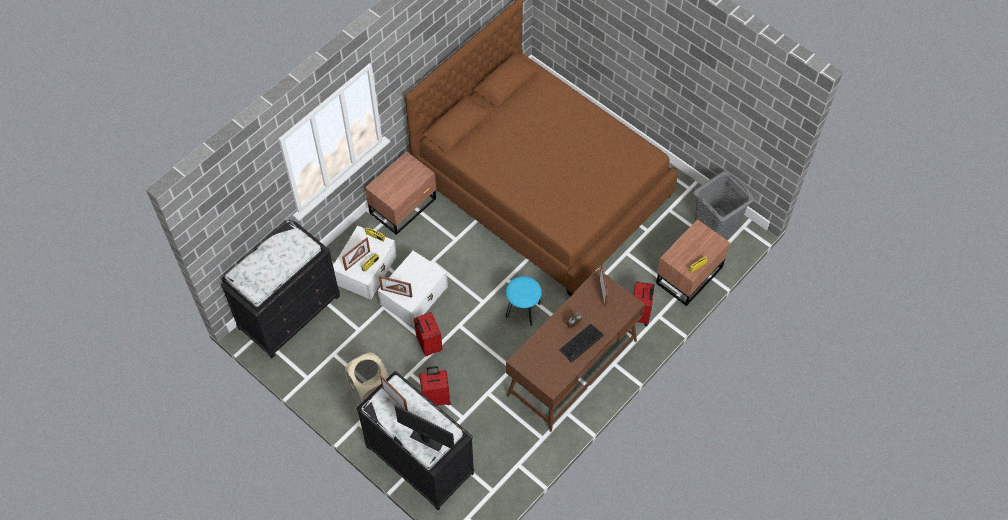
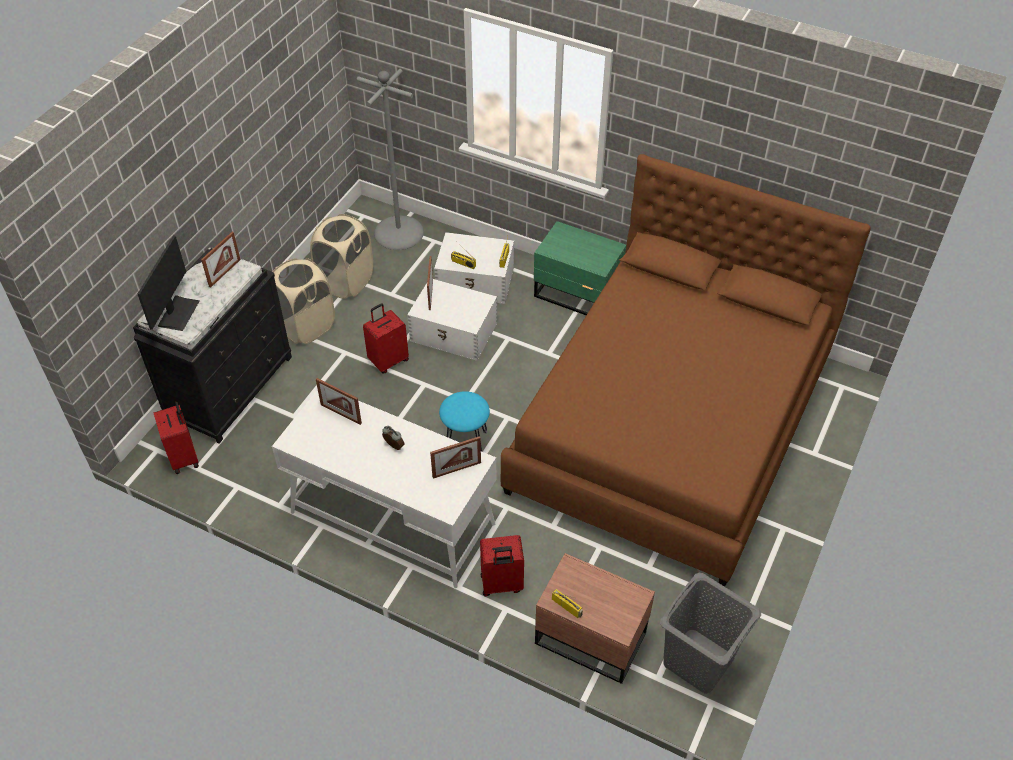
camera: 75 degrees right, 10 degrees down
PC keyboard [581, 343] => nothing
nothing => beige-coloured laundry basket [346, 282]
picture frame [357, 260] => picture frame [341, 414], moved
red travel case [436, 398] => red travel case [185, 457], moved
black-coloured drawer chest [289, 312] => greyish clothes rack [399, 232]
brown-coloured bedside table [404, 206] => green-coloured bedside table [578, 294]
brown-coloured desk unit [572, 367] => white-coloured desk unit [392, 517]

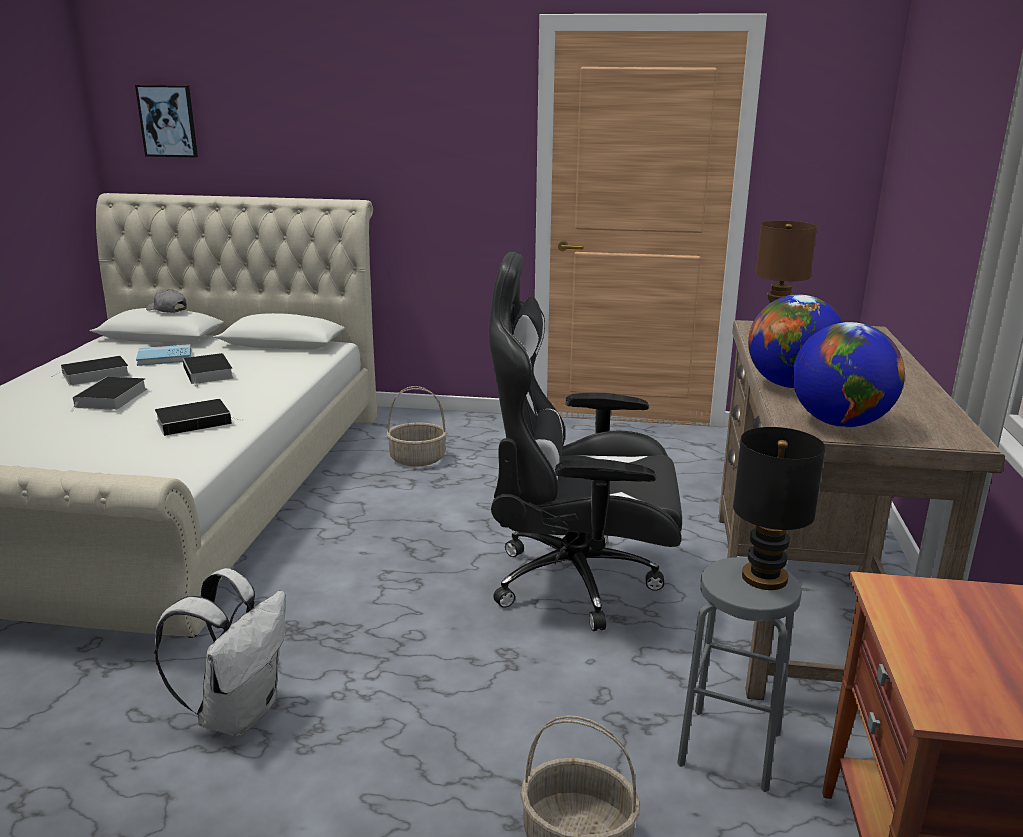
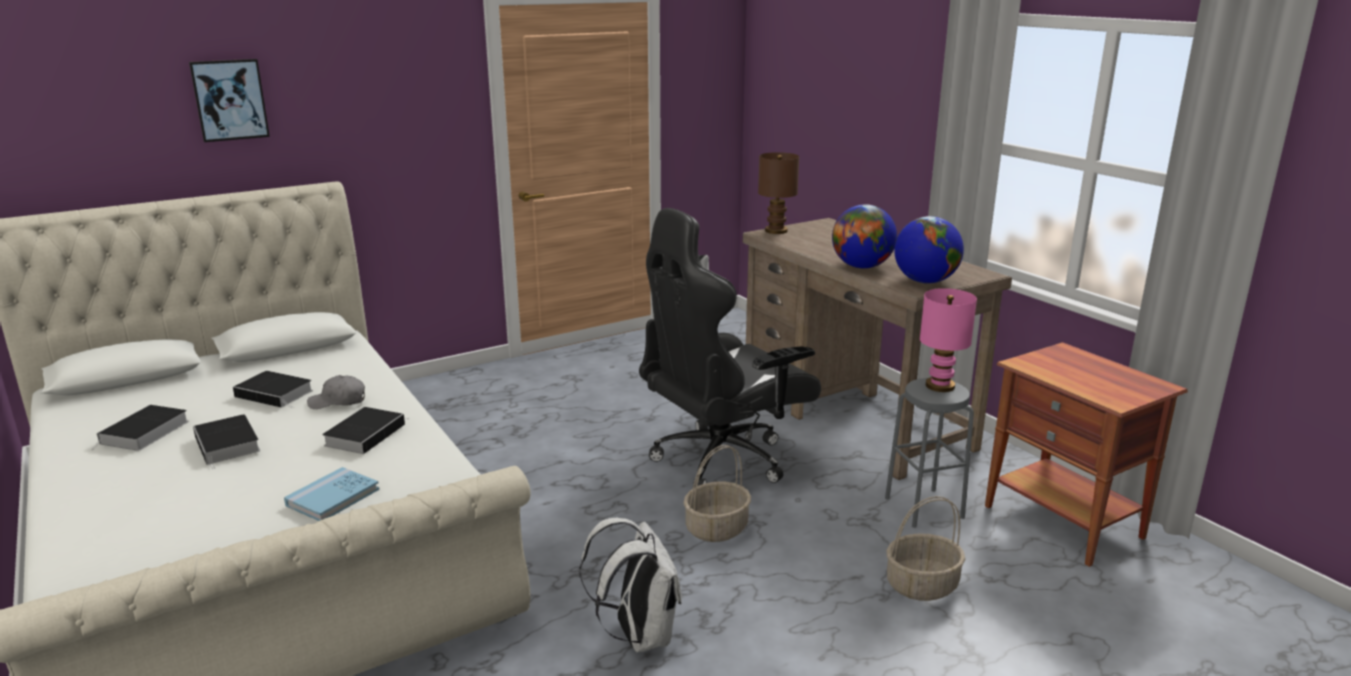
camera: 40 degrees left, 0 degrees up
wall picture [168, 121] => wall picture [230, 100], moved
bluish bound book [164, 358] => bluish bound book [333, 497], moved
greyish peaked cap [167, 310] => greyish peaked cap [338, 401], moved
household basket [418, 459] => household basket [717, 528], moved
black-coloured tabletop lamp [763, 577] => pinkish tabletop lamp [939, 386]

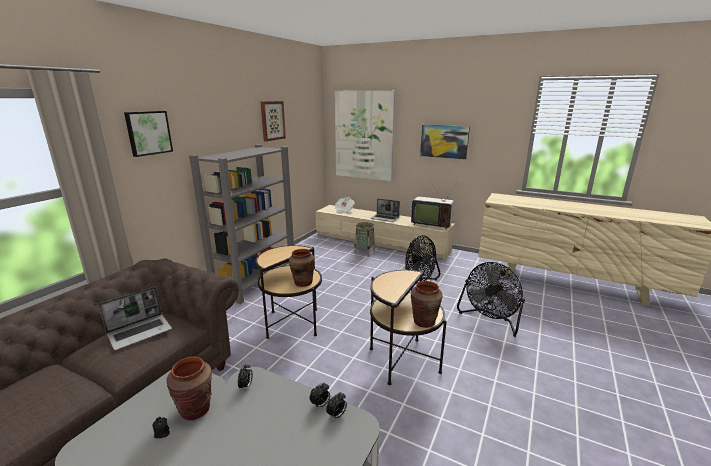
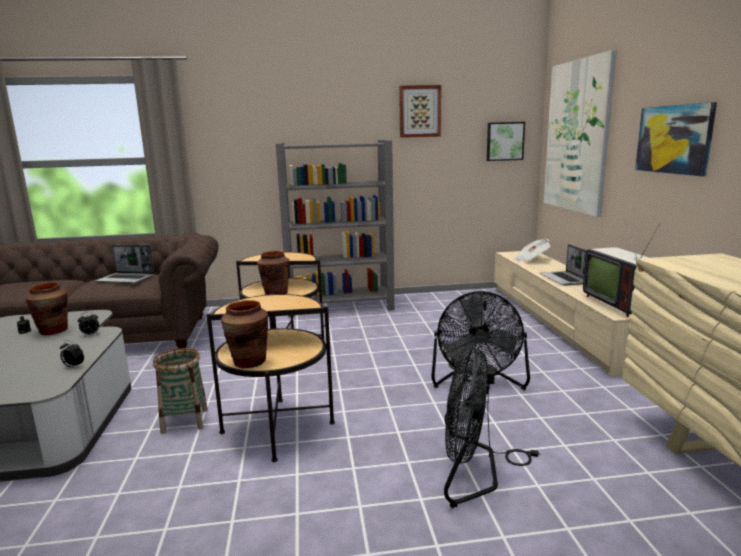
camera: 55 degrees right, 5 degrees down
table clock [337, 415] => nothing
wall picture [148, 133] => wall picture [504, 141], moved
household basket [364, 252] => household basket [185, 421], moved

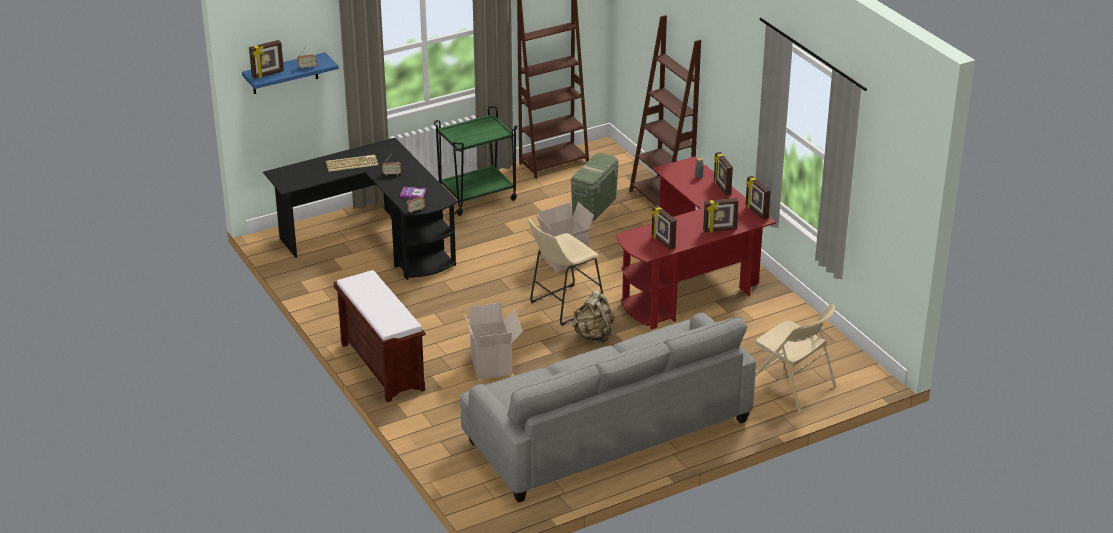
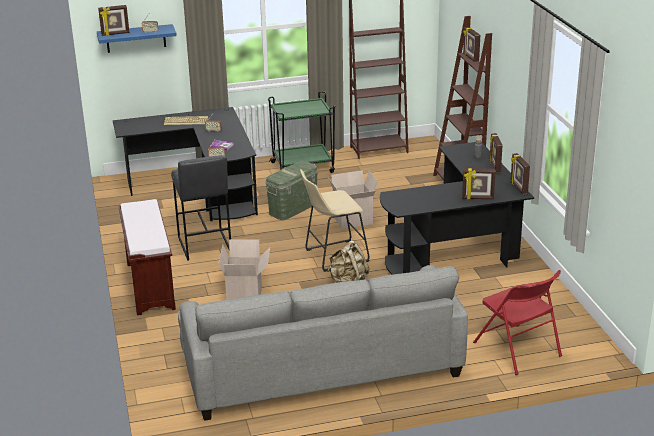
camera: 15 degrees right, 5 degrees down
nothing => greyish stool seat [204, 245]
green-coloured storage box [594, 206] => green-coloured storage box [293, 208], moved
picture frame [662, 242] => picture frame [470, 58], moved
red desk unit [693, 280] => black-coloured desk unit [459, 249]
beige-coloured plain chair [791, 385] => red plain chair [516, 349]

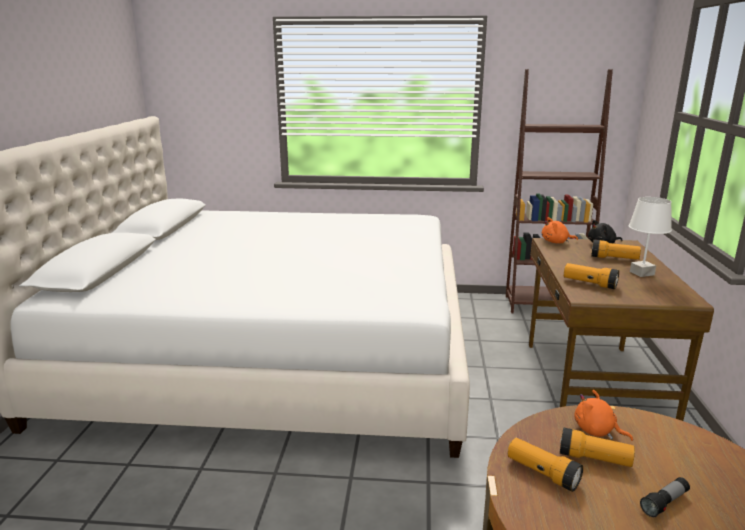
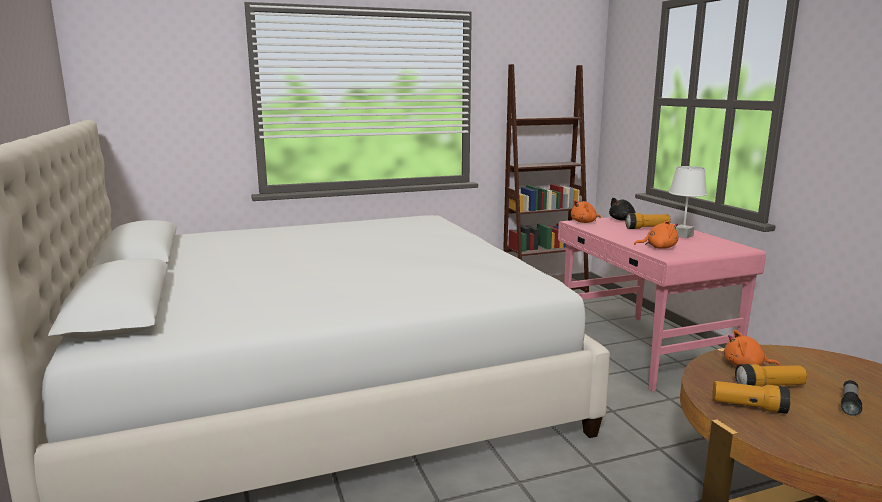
camera: 25 degrees left, 5 degrees down
flashlight [589, 284] => orange-coloured plush toy [658, 247]
brown-coloured desk unit [592, 384] => pinkish desk unit [643, 350]

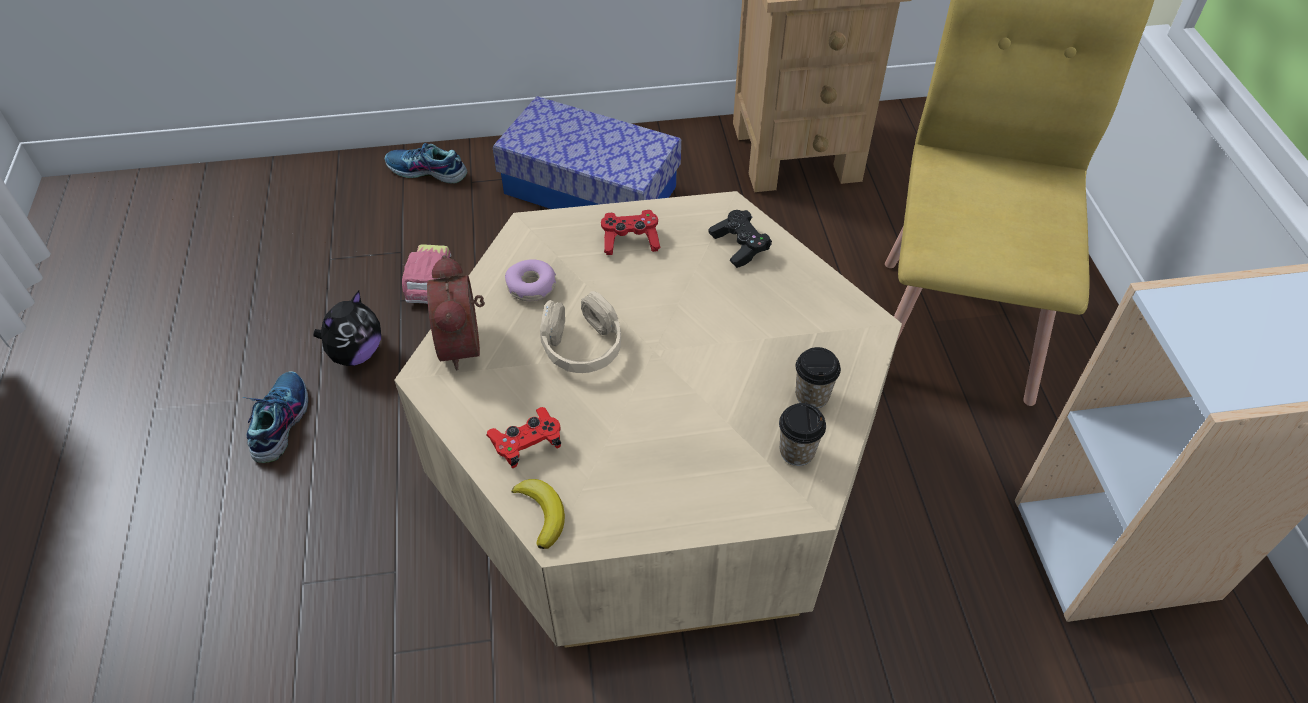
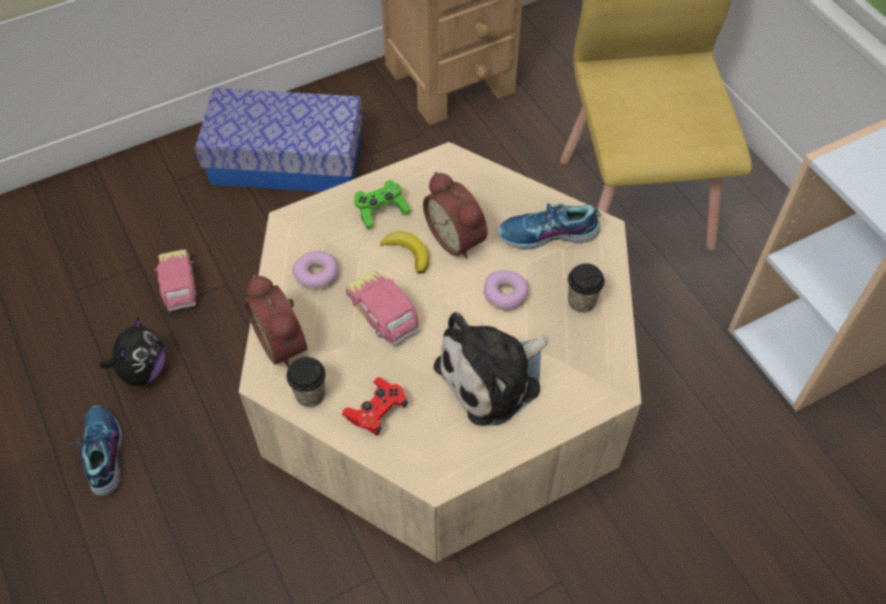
camera: 20 degrees left, 5 degrees up
black-coloured gamepad [739, 246] => nothing
nothing => table clock [458, 237]
nothing => plush toy [493, 376]
nothing => ring doughnut [505, 295]
shoe [427, 172] => shoe [548, 235], moved
whole banana [541, 513] => whole banana [408, 253], moved
drinking cup [797, 451] => drinking cup [310, 394], moved
beige-coloured pair of headphones [582, 346] => miniature car [383, 314]
red gamepad [630, 241] => green-coloured gamepad [381, 210]

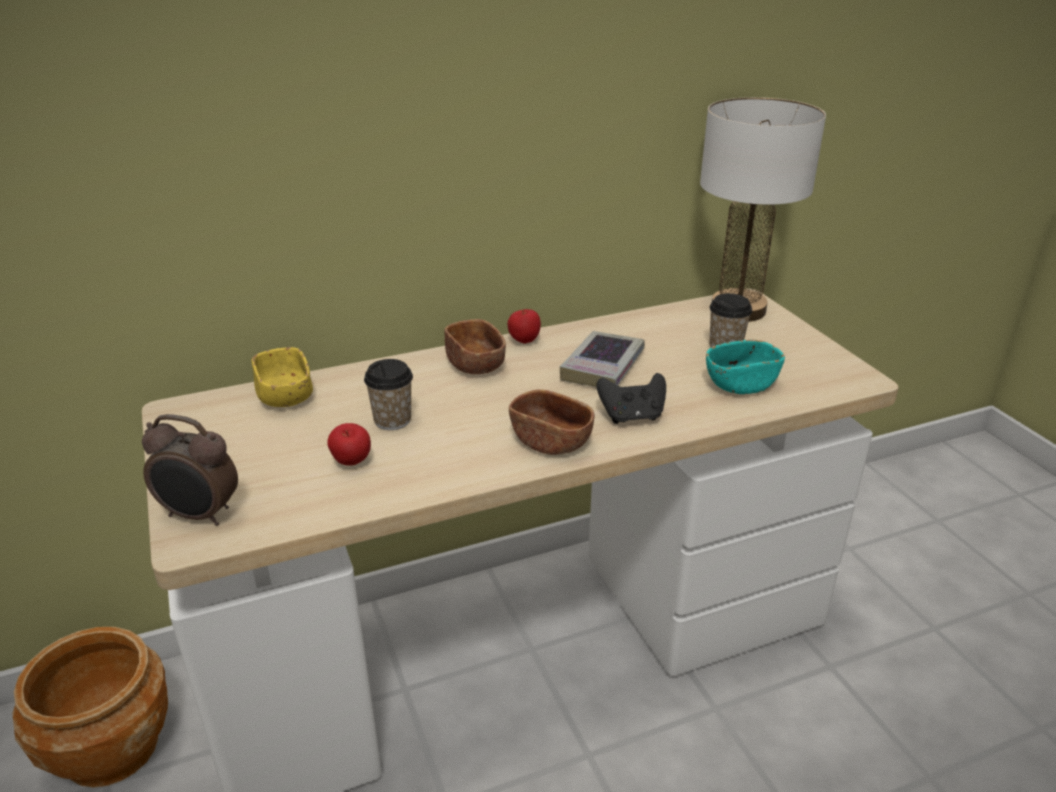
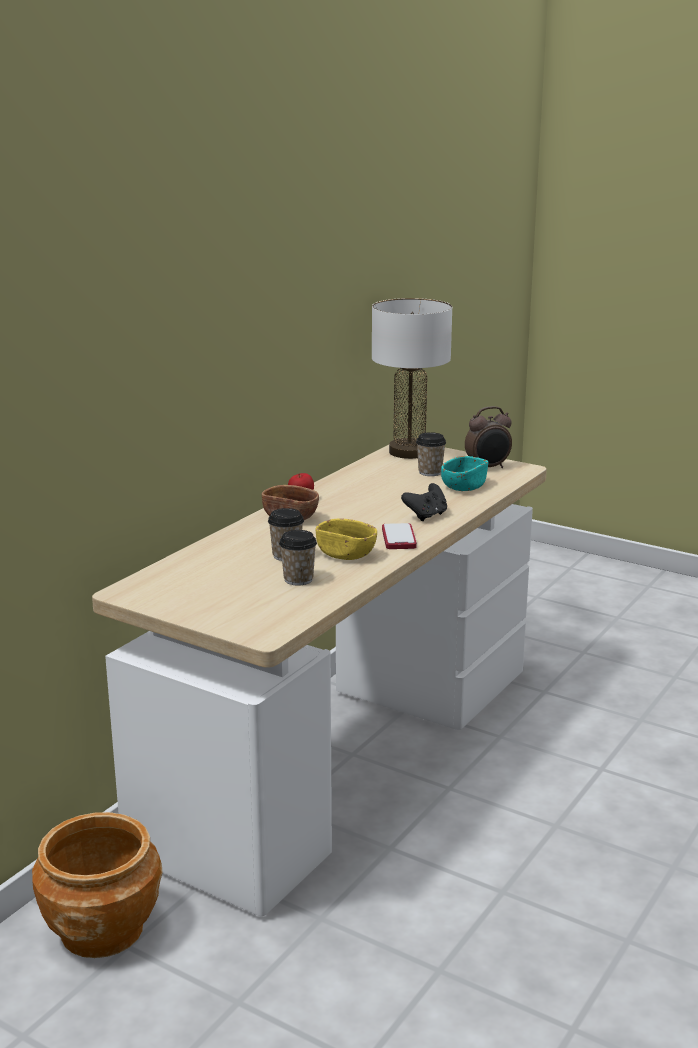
camera: 35 degrees left, 10 degrees down
bound book [603, 366] => nothing
table clock [200, 515] => table clock [488, 468], moved
yellow bowl [285, 396] => yellow bowl [346, 554], moved
apple fruit [352, 463] => drinking cup [298, 579]
brown-coloured bowl [551, 441] => handset [398, 538]

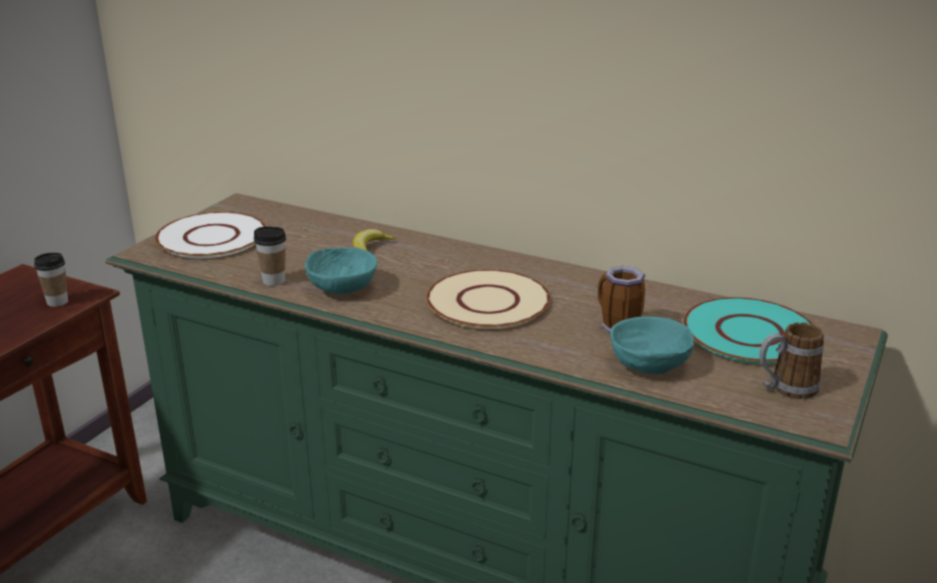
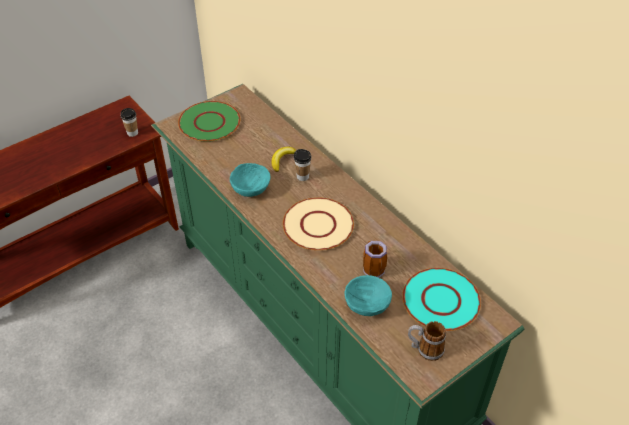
camera: 25 degrees right, 20 degrees up
drinking cup [274, 281] => drinking cup [302, 176], moved
white-coloured flat dish [212, 237] => green-coloured flat dish [209, 123]

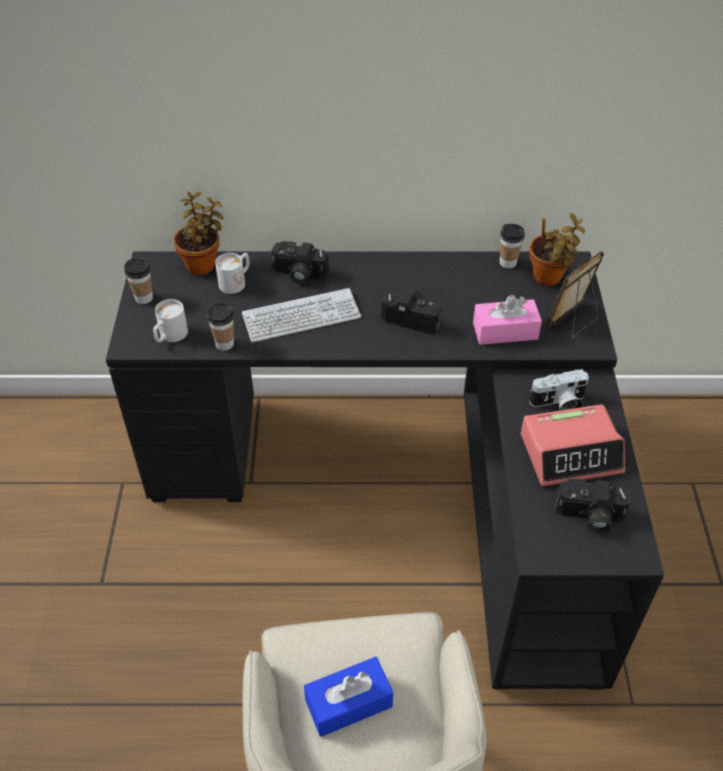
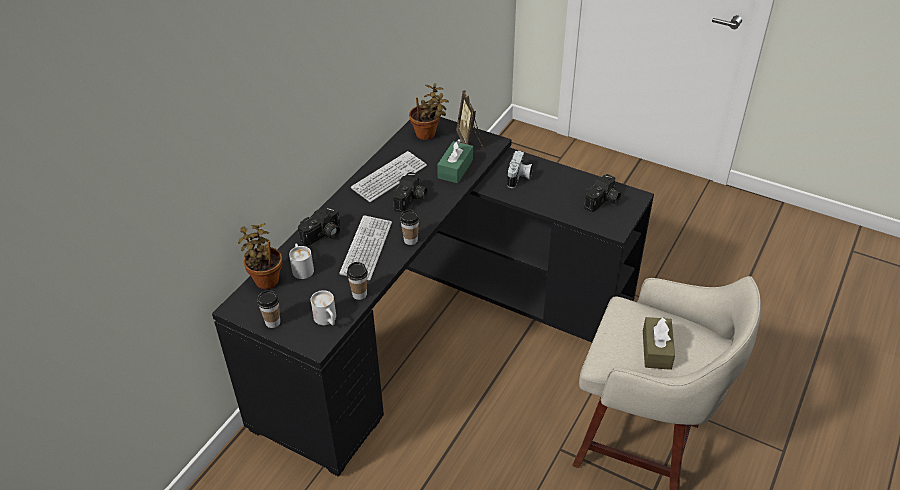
camera: 60 degrees left, 5 degrees down
table clock [571, 453] => nothing
nothing => PC keyboard [389, 177]
drinking cup [507, 263] => drinking cup [410, 240], moved
bluish tissue box [348, 703] => brown-coloured tissue box [656, 350]
pinkish tissue box [505, 331] => green-coloured tissue box [455, 169]
photo camera [413, 317] => photo camera [411, 200], 150 degrees clockwise

